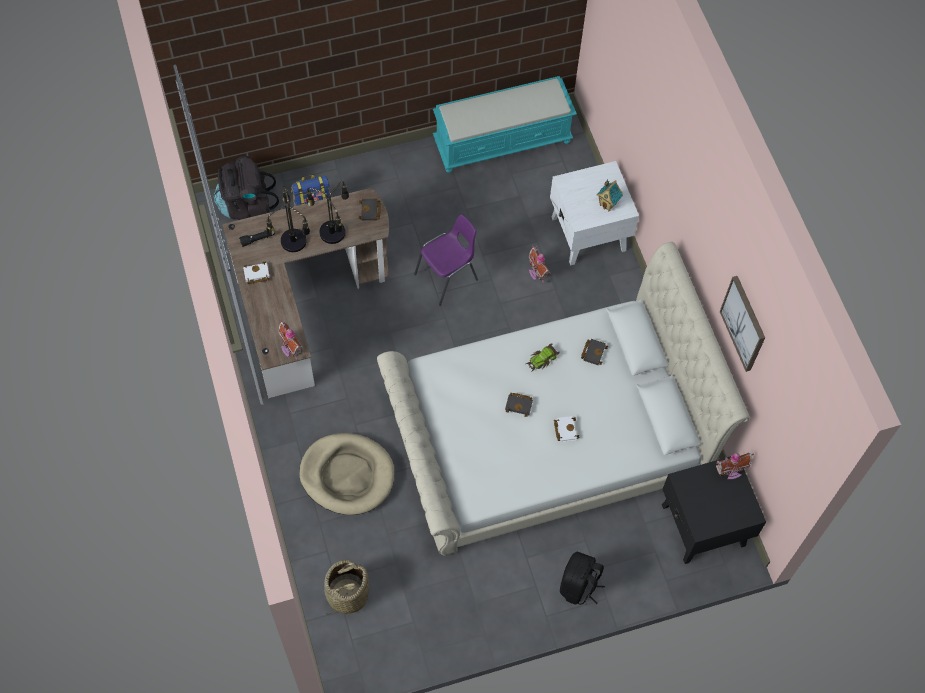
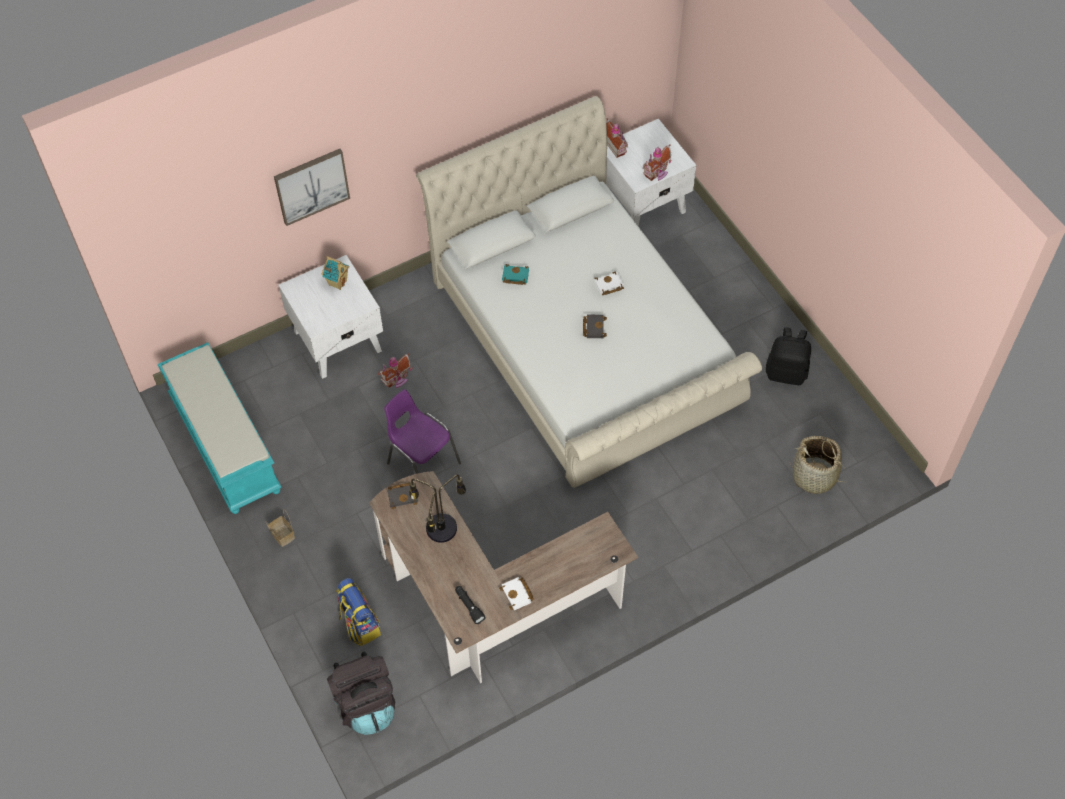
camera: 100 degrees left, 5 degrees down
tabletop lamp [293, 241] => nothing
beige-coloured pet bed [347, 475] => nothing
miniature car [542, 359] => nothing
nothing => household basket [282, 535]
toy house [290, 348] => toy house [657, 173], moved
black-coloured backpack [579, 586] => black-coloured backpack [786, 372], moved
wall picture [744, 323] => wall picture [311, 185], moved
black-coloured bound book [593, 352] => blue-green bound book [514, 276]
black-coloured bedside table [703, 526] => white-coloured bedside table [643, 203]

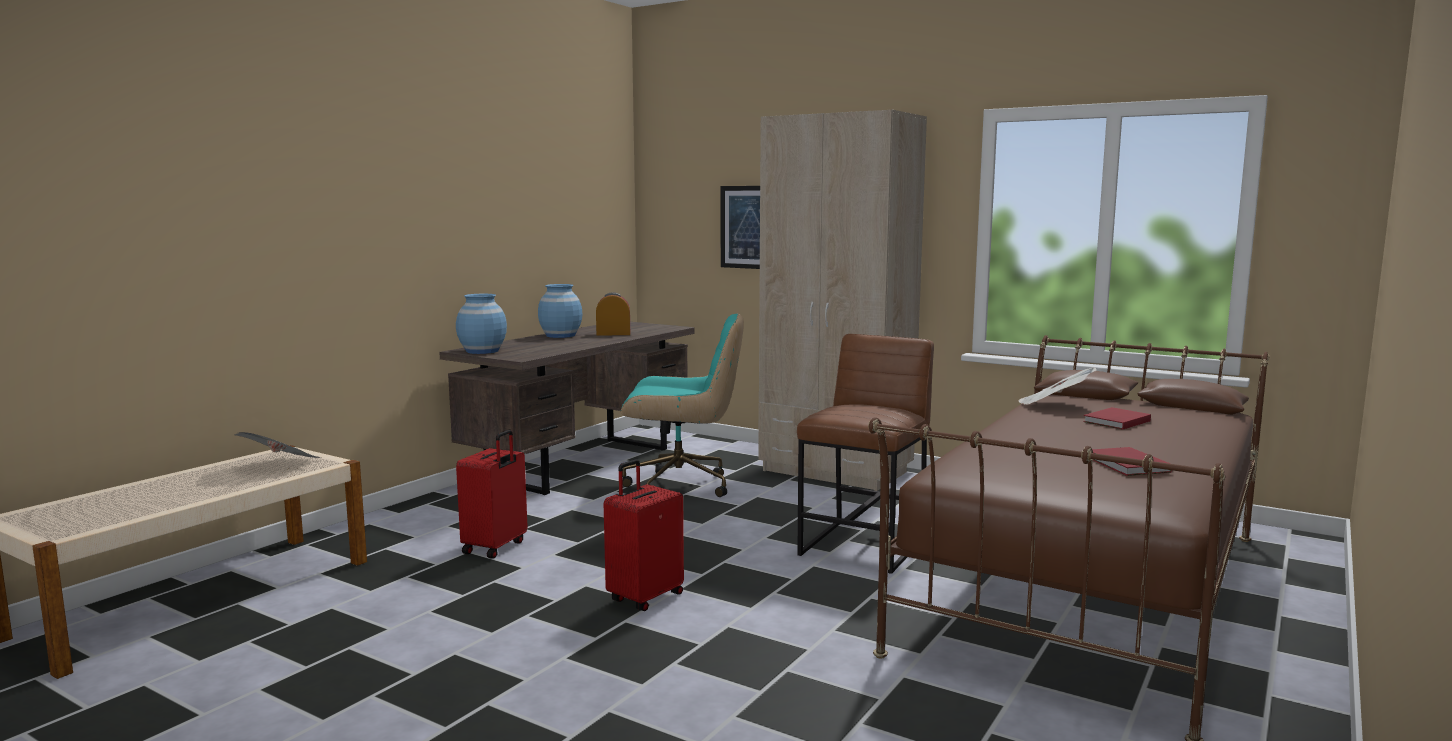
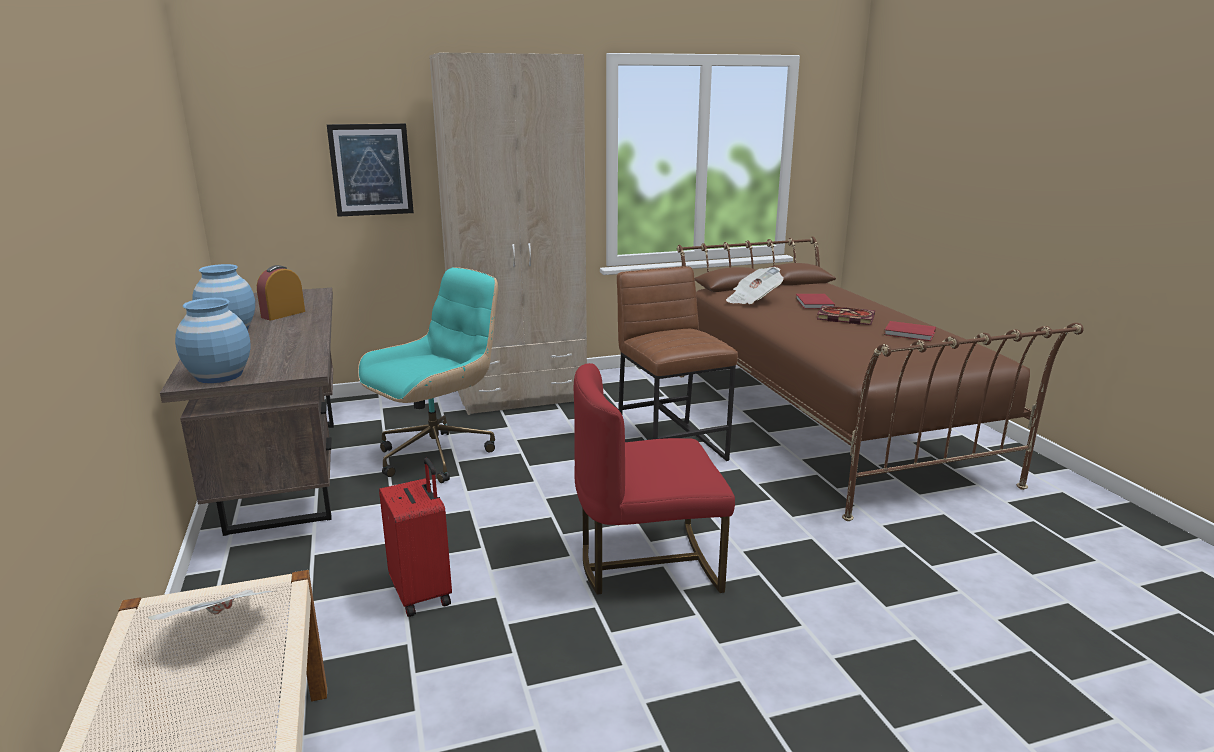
camera: 50 degrees left, 10 degrees up
nothing => bound book [844, 318]
red travel case [644, 597] => red plain chair [647, 563]

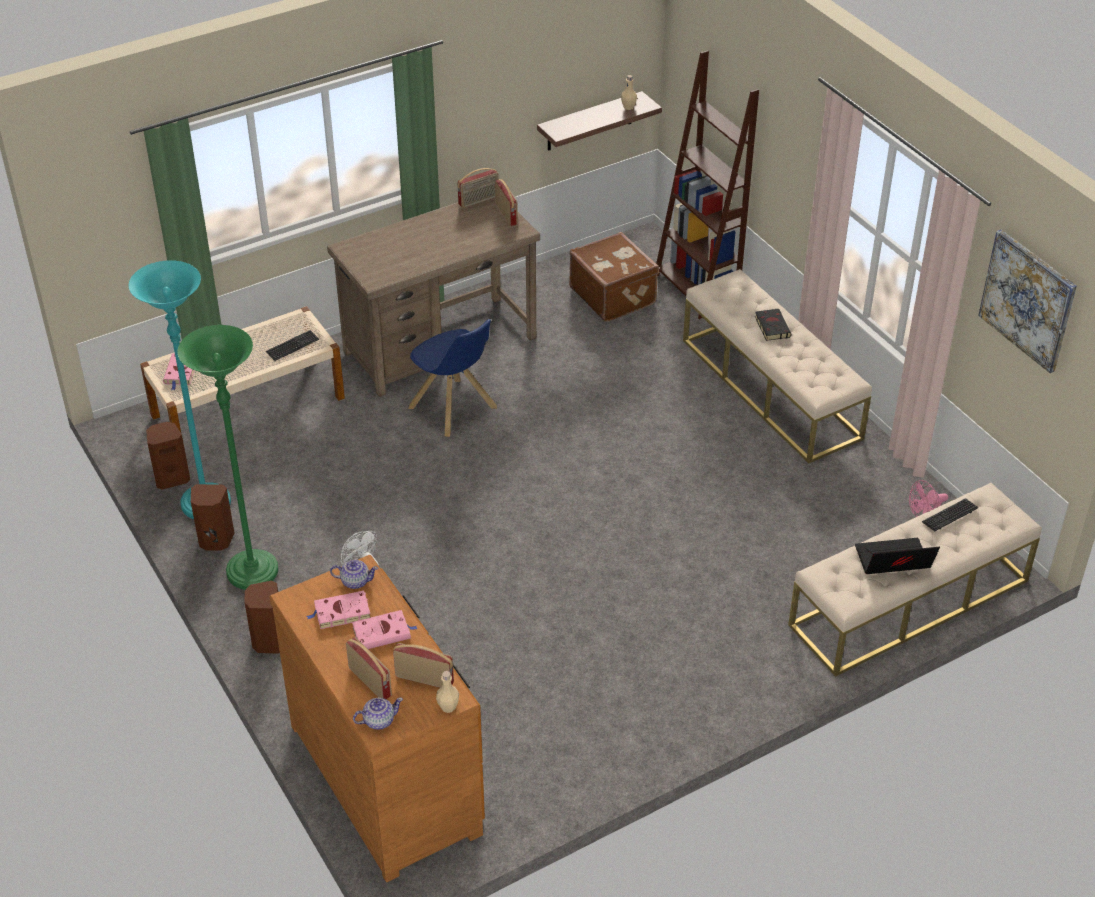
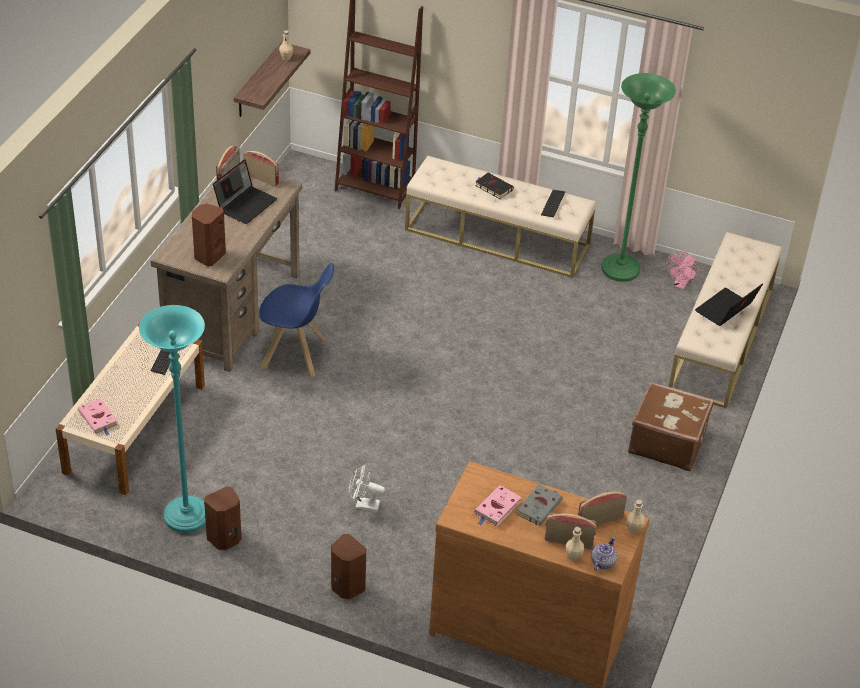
camera: 40 degrees left, 0 degrees up
tea pot [355, 581] => nothing
wall picture [1028, 300] => nothing
nothing => portable computer [245, 204]
nothing => beige-coloured beverage bottle [573, 556]
brown-coloured loudspeaker [171, 478] => brown-coloured loudspeaker [208, 256], moved
green-coloured standard lamp [252, 572] => green-coloured standard lamp [620, 270], moved
brown-coloured travel case [613, 295] => brown-coloured travel case [666, 442], moved
PC keyboard [949, 516] => PC keyboard [553, 204], moved
pinkish bound book [383, 633] => greyish bound book [539, 506]

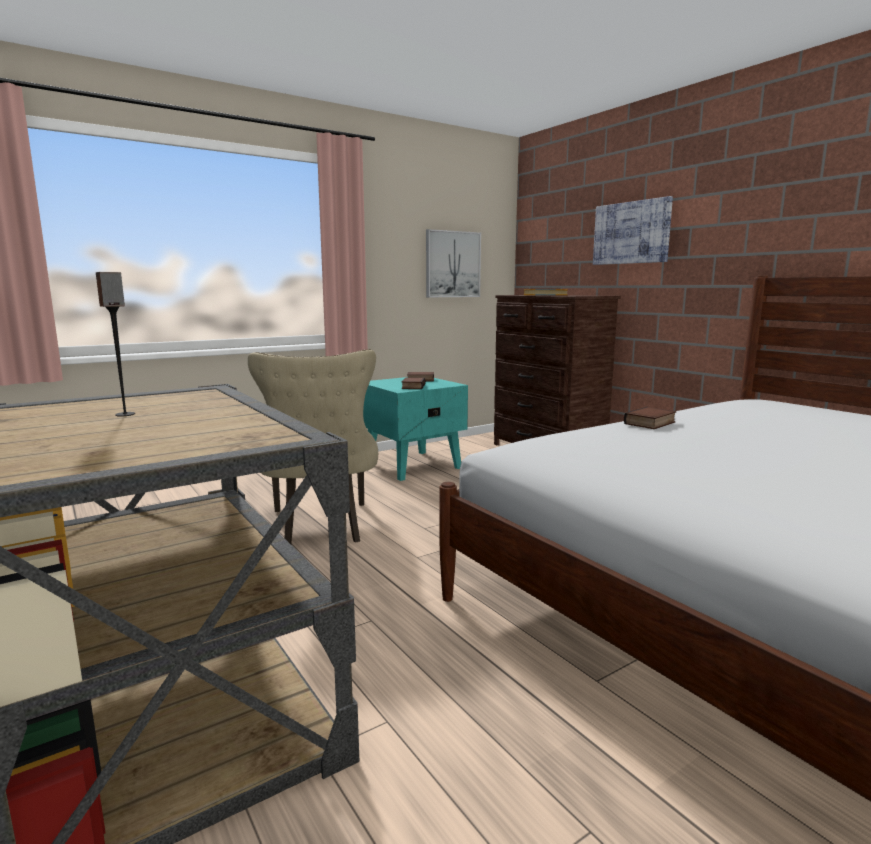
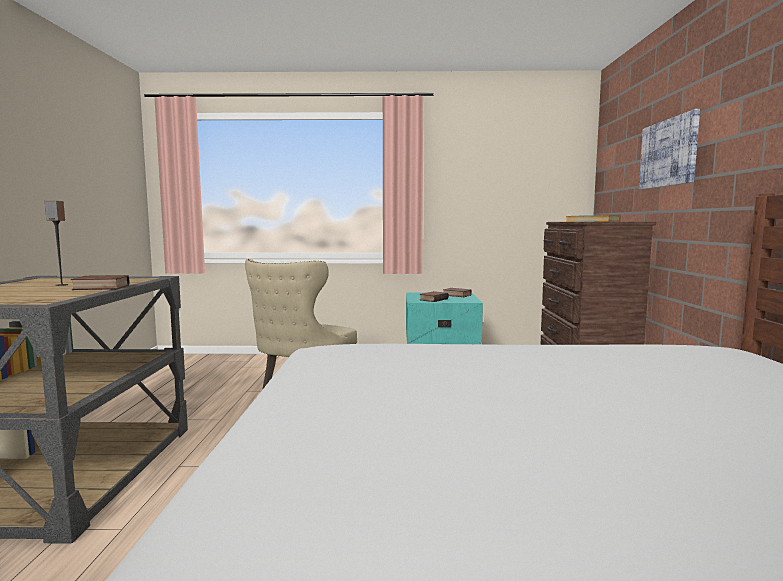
camera: 35 degrees right, 5 degrees down
wall picture [452, 264] => nothing
bound book [650, 423] => bound book [100, 287], moved

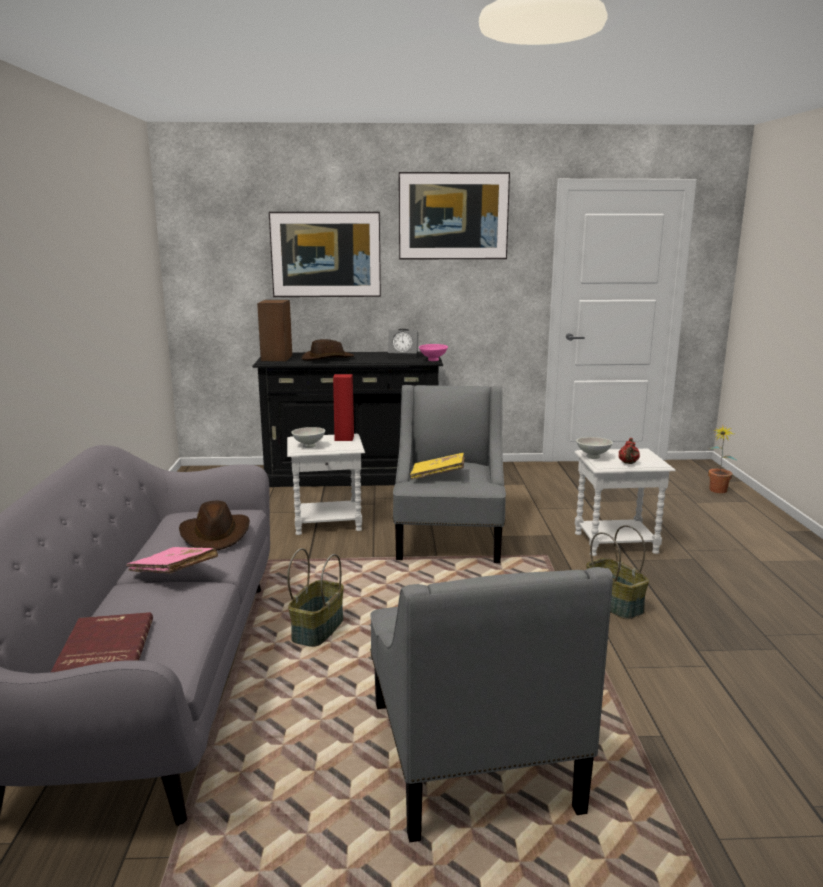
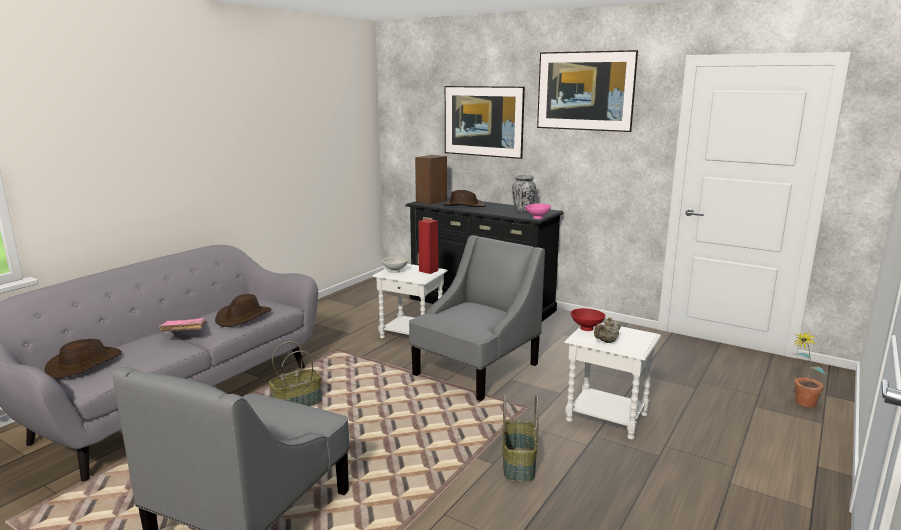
camera: 35 degrees right, 0 degrees up
yellow bound book [438, 475] => nothing
red bound book [103, 650] => brown-coloured clothing hat [84, 364]
table clock [404, 356] => vase [523, 212]
white-coloured bowl [592, 457] => red bowl [586, 328]
red tea pot [628, 463] => beige-coloured tea pot [607, 341]

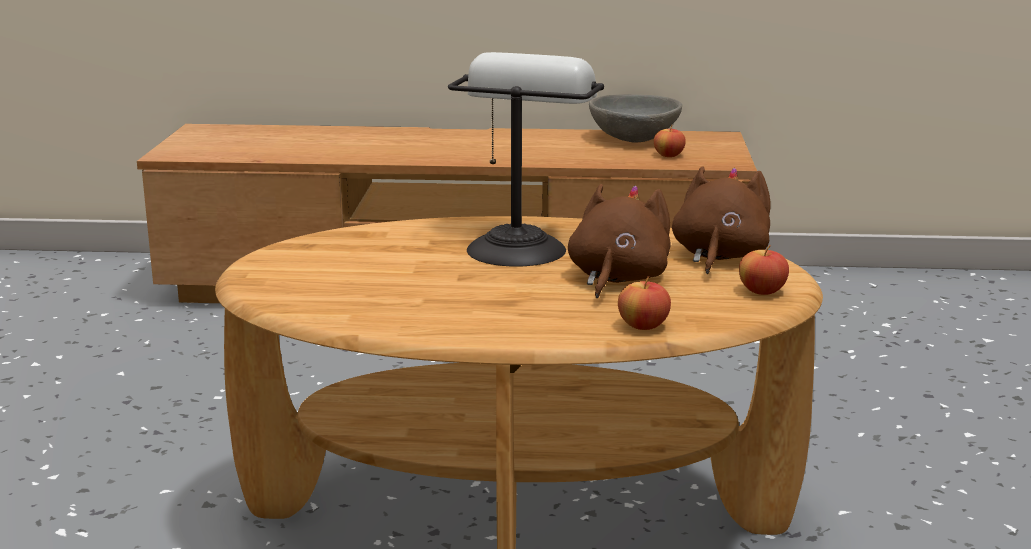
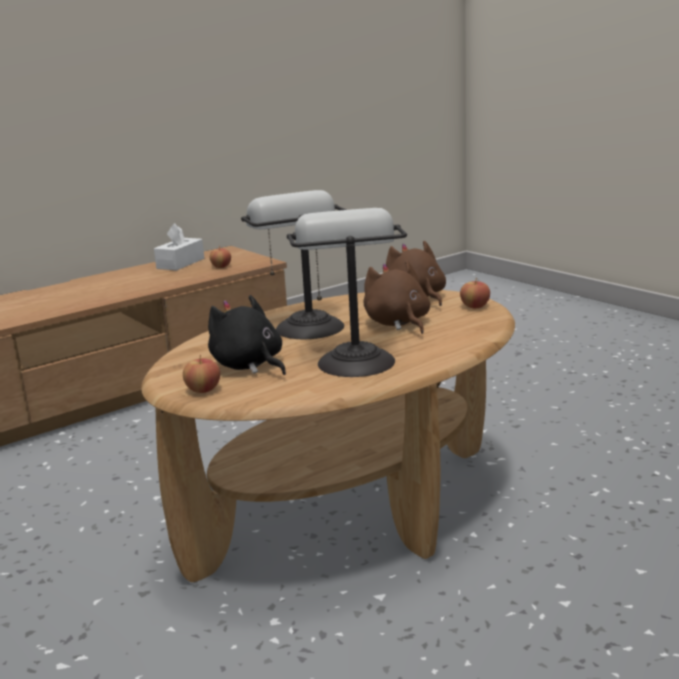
camera: 40 degrees left, 0 degrees up
nothing => black-coloured plush toy [249, 366]
nothing => tabletop lamp [351, 356]
apple fruit [643, 326] => apple fruit [203, 390], moved
greyish bowl [634, 139] => white-coloured tissue box [180, 263]

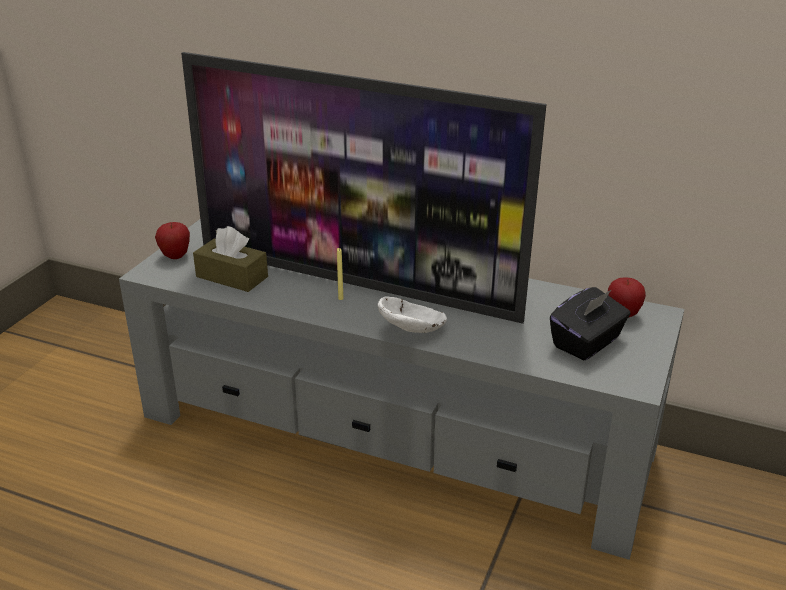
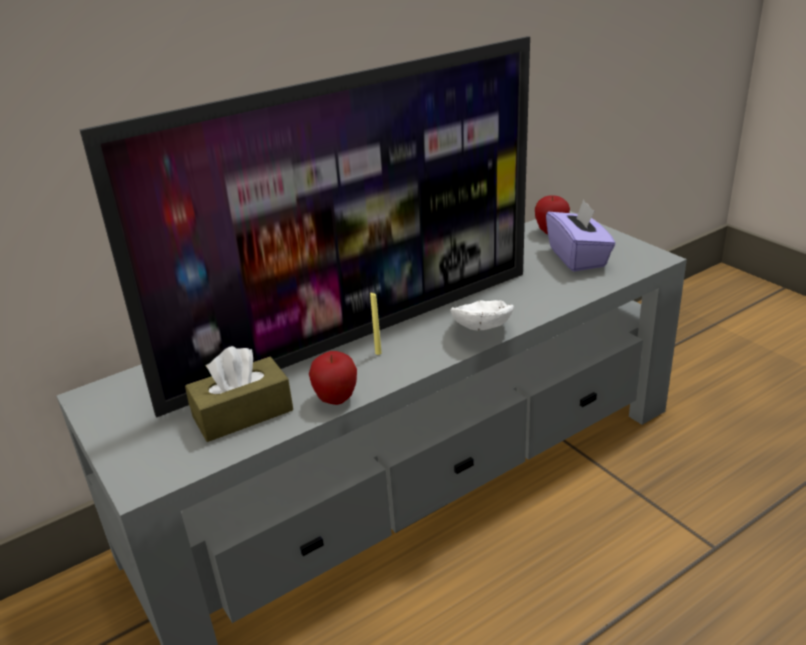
camera: 55 degrees left, 0 degrees up
apple fruit [175, 256] => apple fruit [336, 399], moved
black-coloured tissue box [587, 343] => purplish tissue box [578, 257]

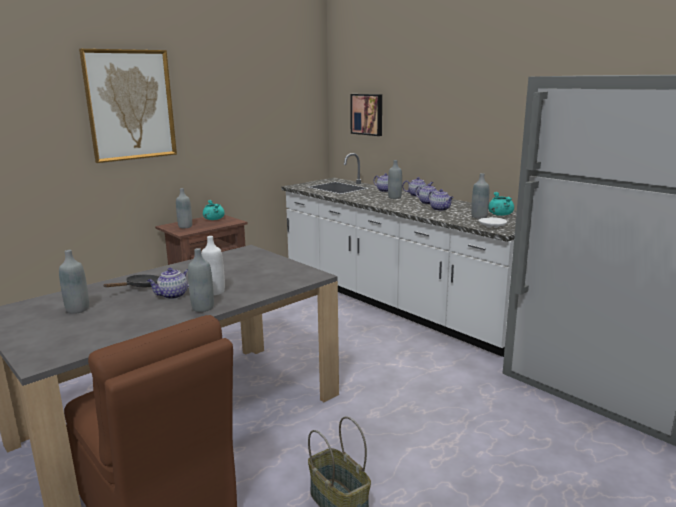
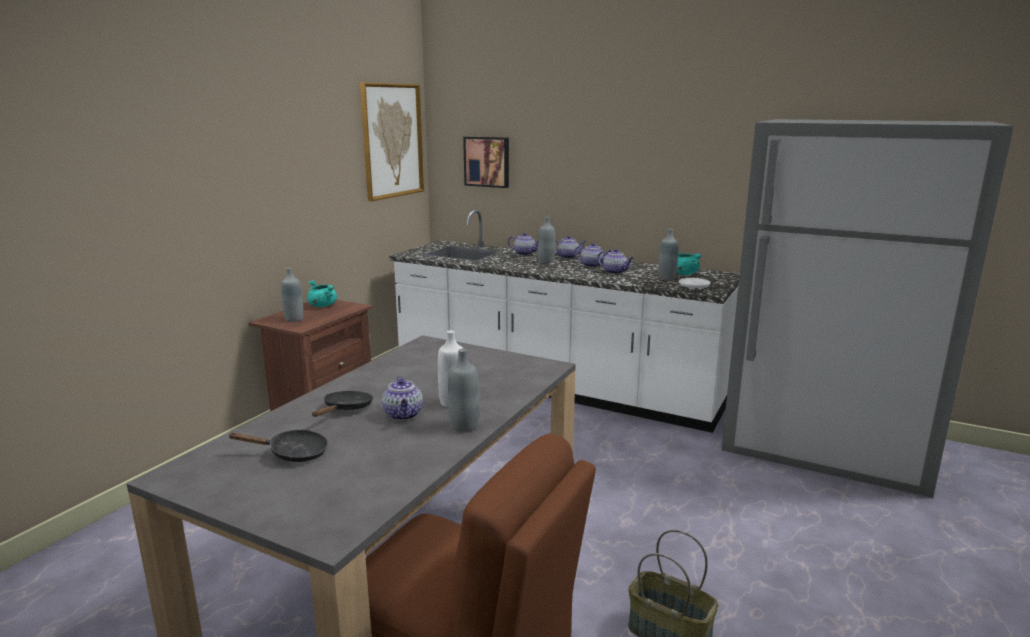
camera: 20 degrees left, 0 degrees up
wall picture [130, 105] => wall picture [392, 141], moved
greyish beverage bottle [77, 309] => black-coloured skillet [292, 453]
tea pot [172, 295] => tea pot [404, 415], 45 degrees counterclockwise

